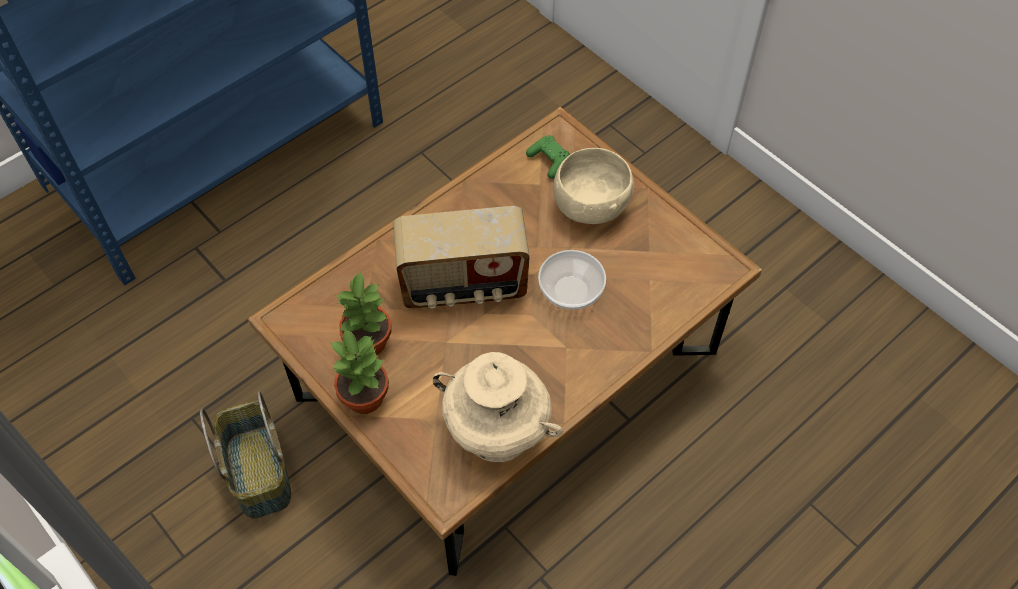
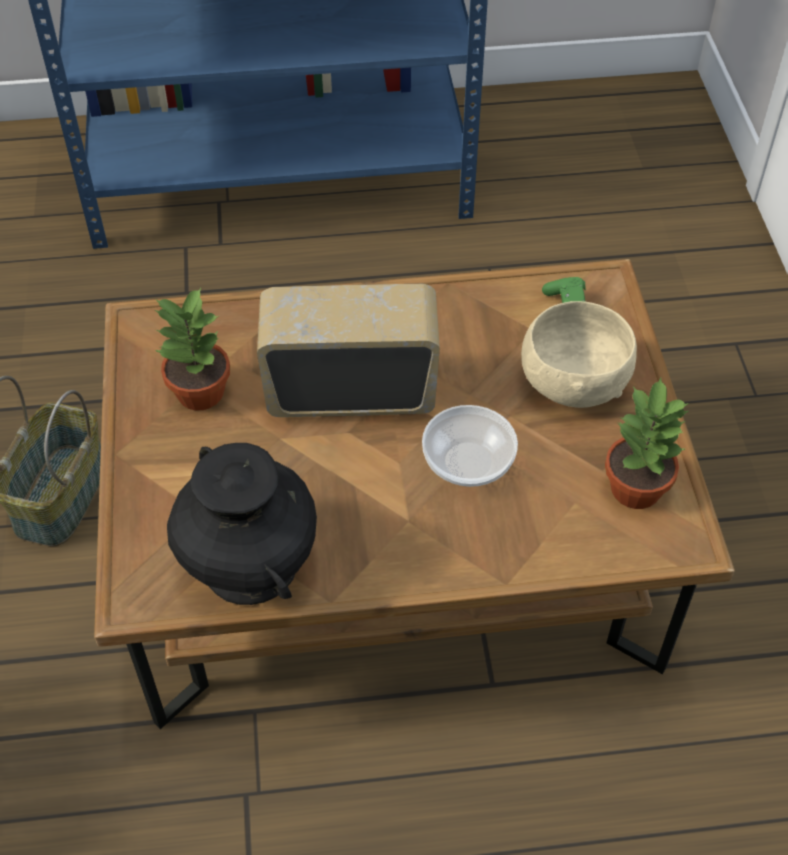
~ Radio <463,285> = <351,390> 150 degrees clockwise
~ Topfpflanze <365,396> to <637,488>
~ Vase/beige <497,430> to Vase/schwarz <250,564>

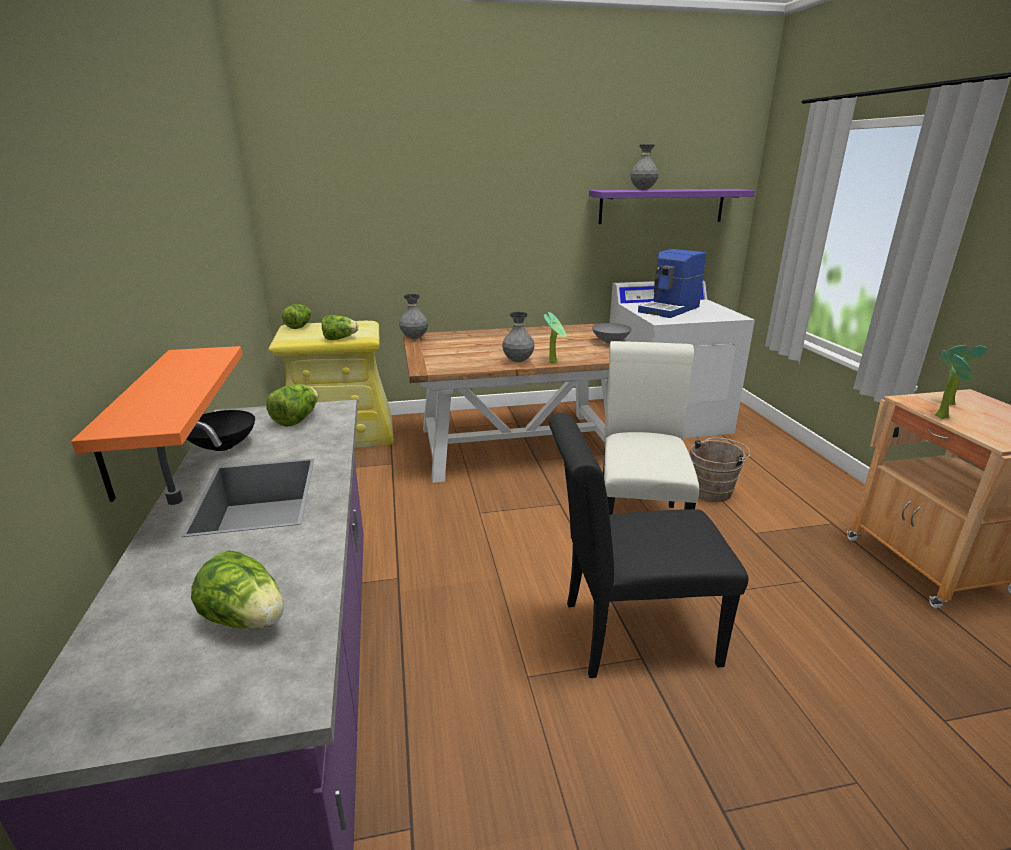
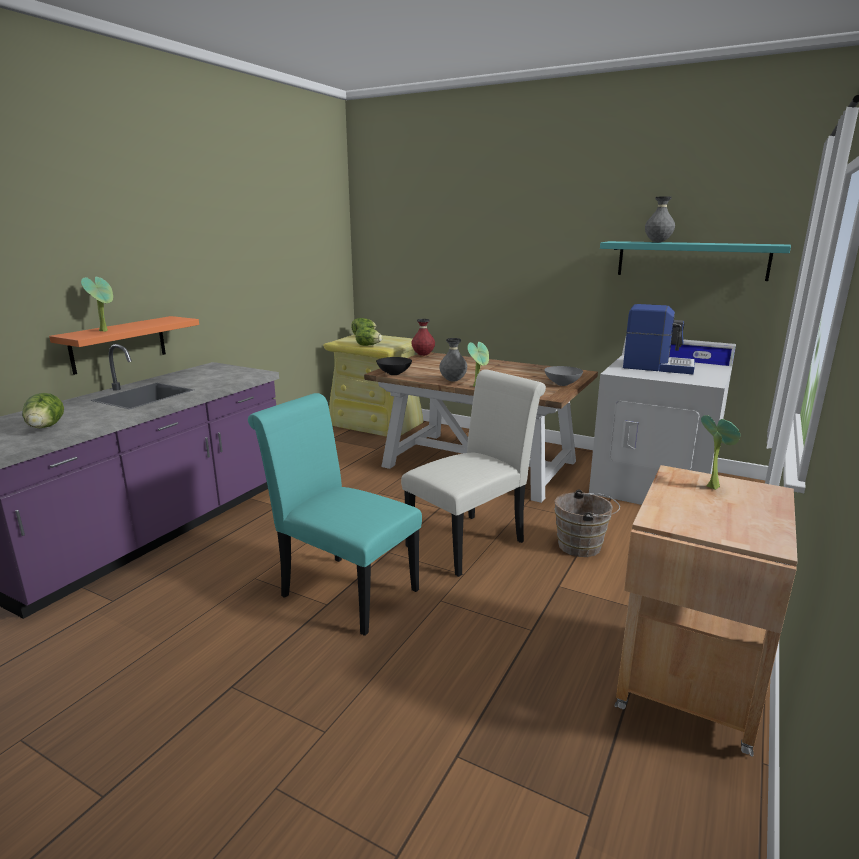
~ Wandregal/lila <662,206> to Wandregal/türkis <691,260>
~ Kaffeemaschine <670,309> = <657,366> 150 degrees counterclockwise
~ Vase/grau <414,338> to Vase/rot <423,355>
~ Topfpflanze <941,416> to <106,331>
- Salatkopf <296,420>
~ Schüssel/schwarz <222,446> to <394,373>
~ Stuhl/schwarz <628,634> to Stuhl/türkis <342,590>

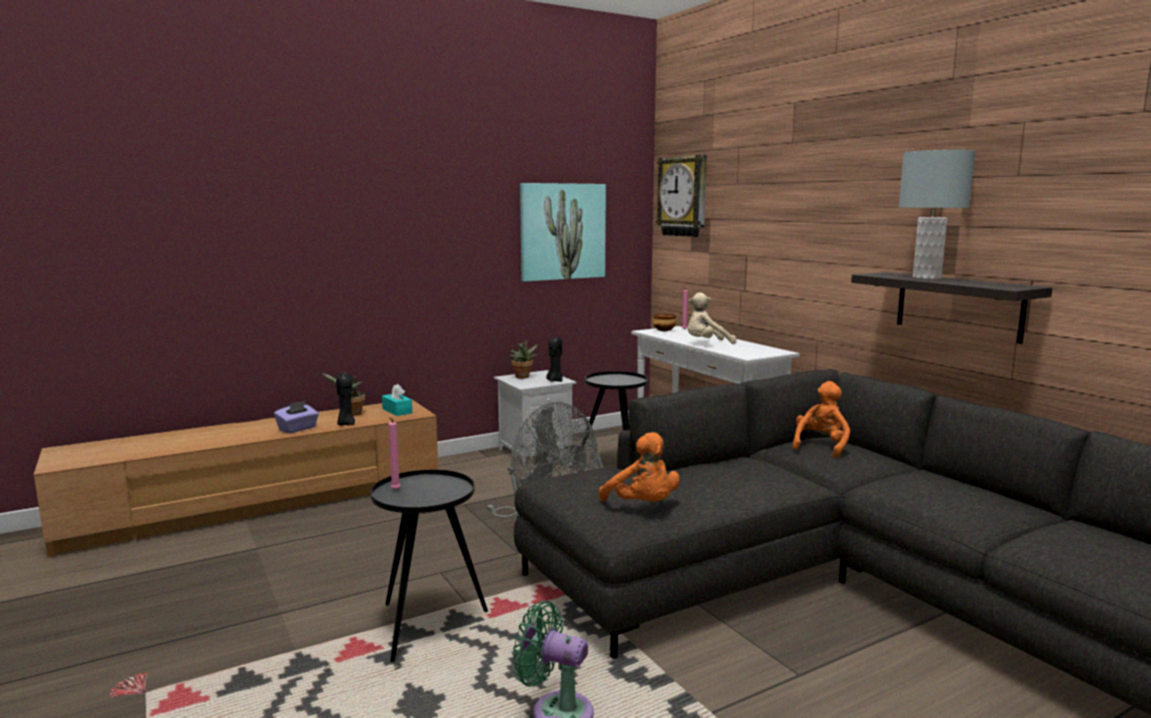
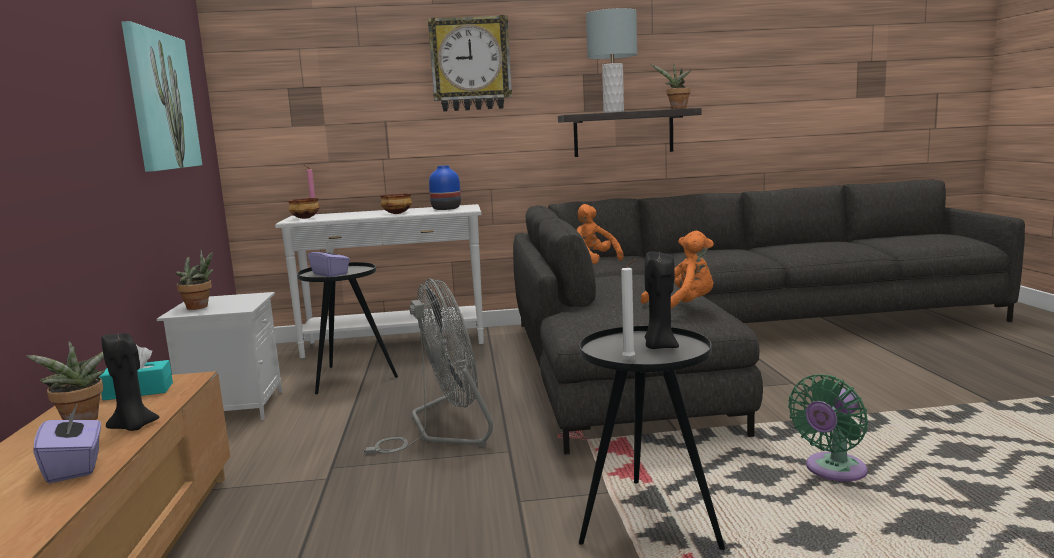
~ Wanduhr <683,196> to <470,64>
~ Plüschtier/beige <707,344> to Schüssel <396,213>
~ Kerze/schwarz <555,380> to <659,346>
~ Kerze/rosa <395,490> to Kerze/weiß <630,359>
+ Topfpflanze <676,108>
+ Vase/blau <446,208>
+ Taschentuchbox/lila <330,274>

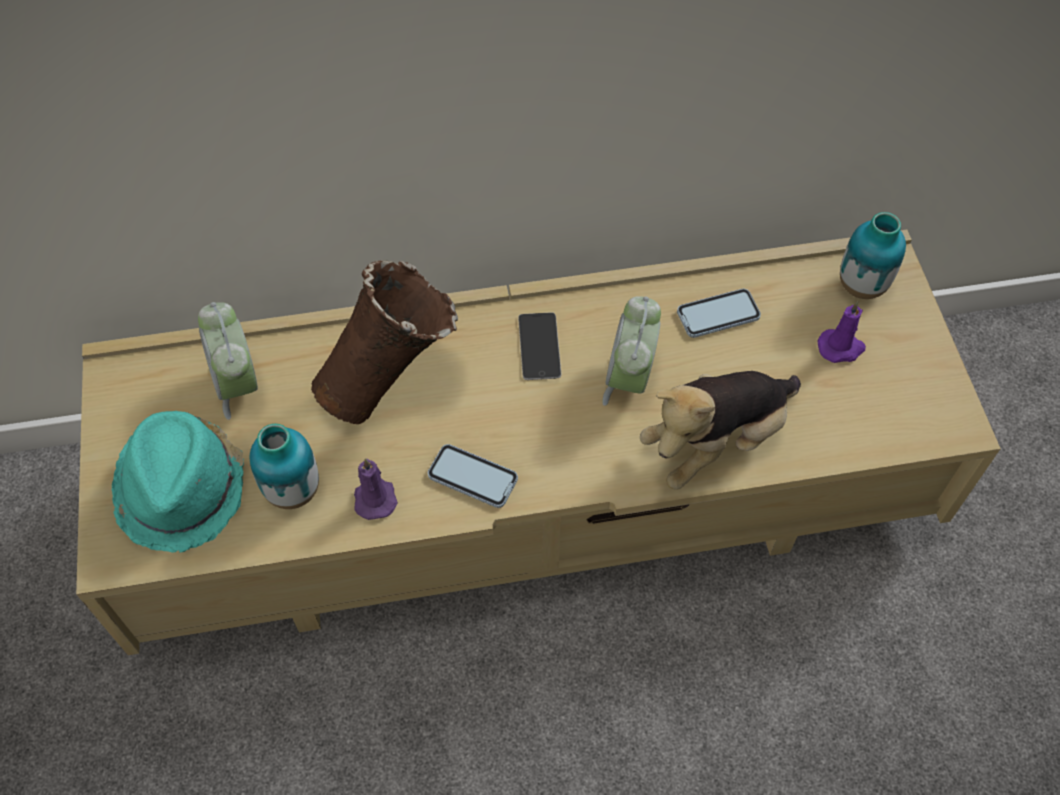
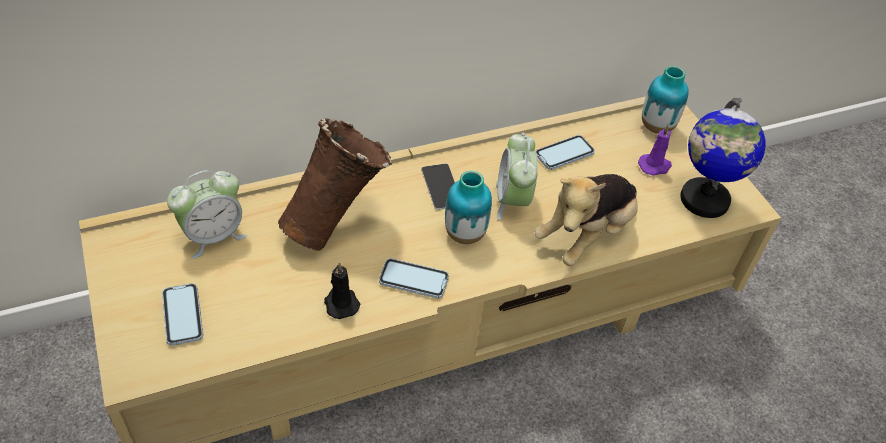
~ Wecker <238,384> = <213,236> 90 degrees counterclockwise
~ Hut/türkis <183,488> to Handy <182,315>
~ Vase <293,491> to <465,234>
~ Kerze/lila <375,497> to Kerze/schwarz <341,303>
+ Globus <703,200>

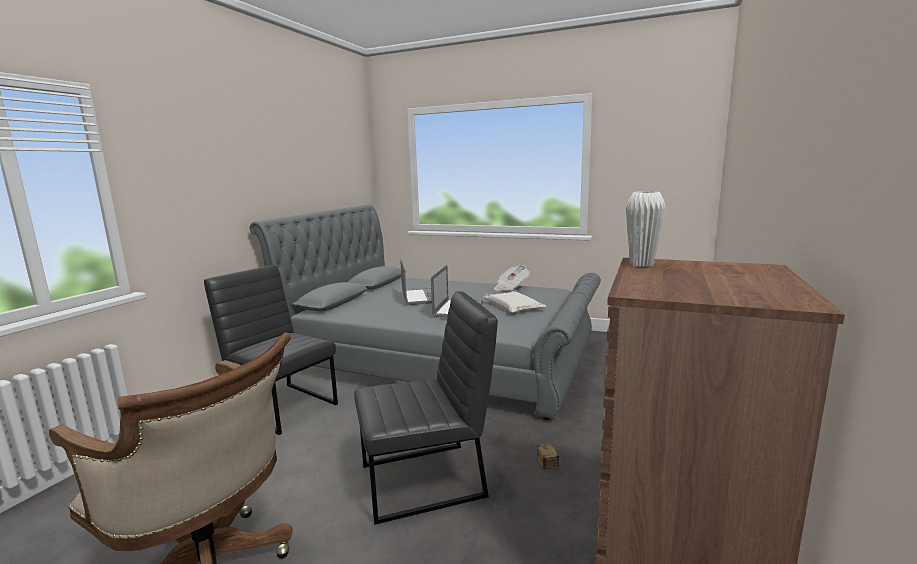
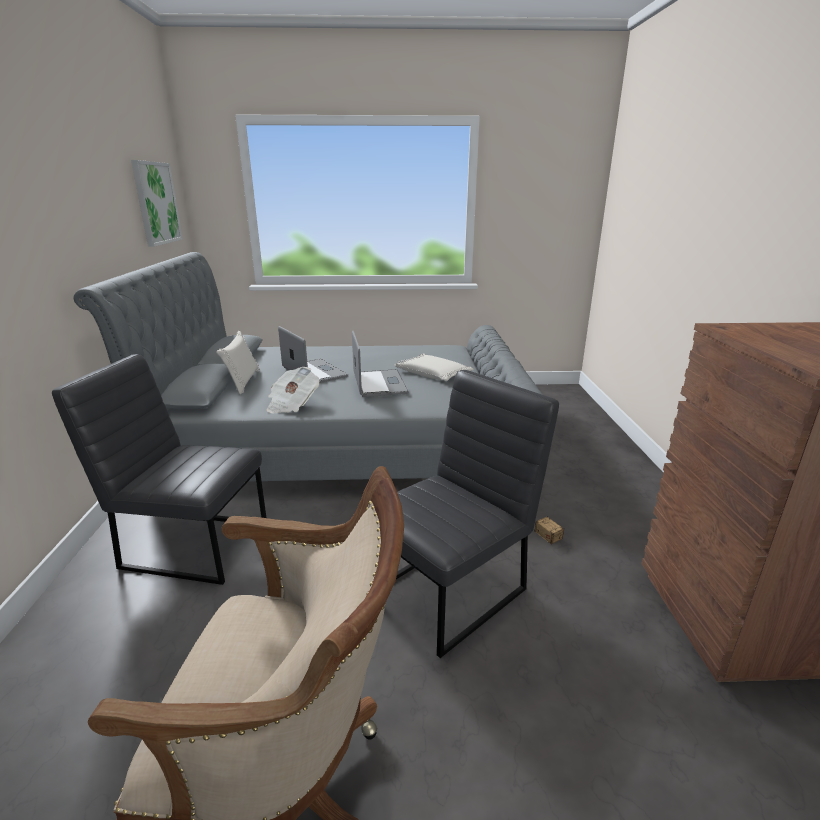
- Vase/weiß <641,264>
~ Zeitung <511,287> to <292,404>
+ Bild <156,203>
+ Kissen/weiß <243,381>

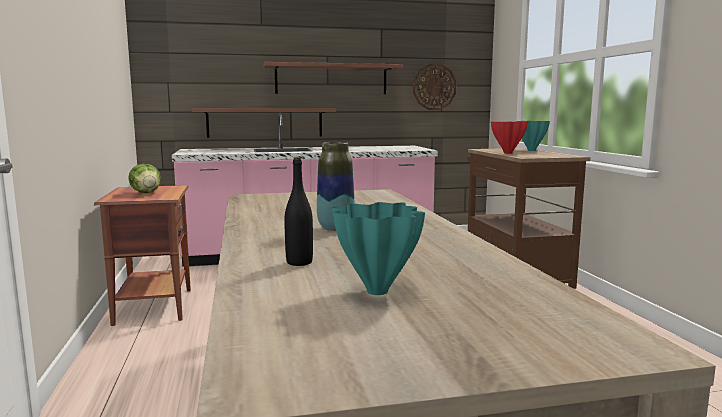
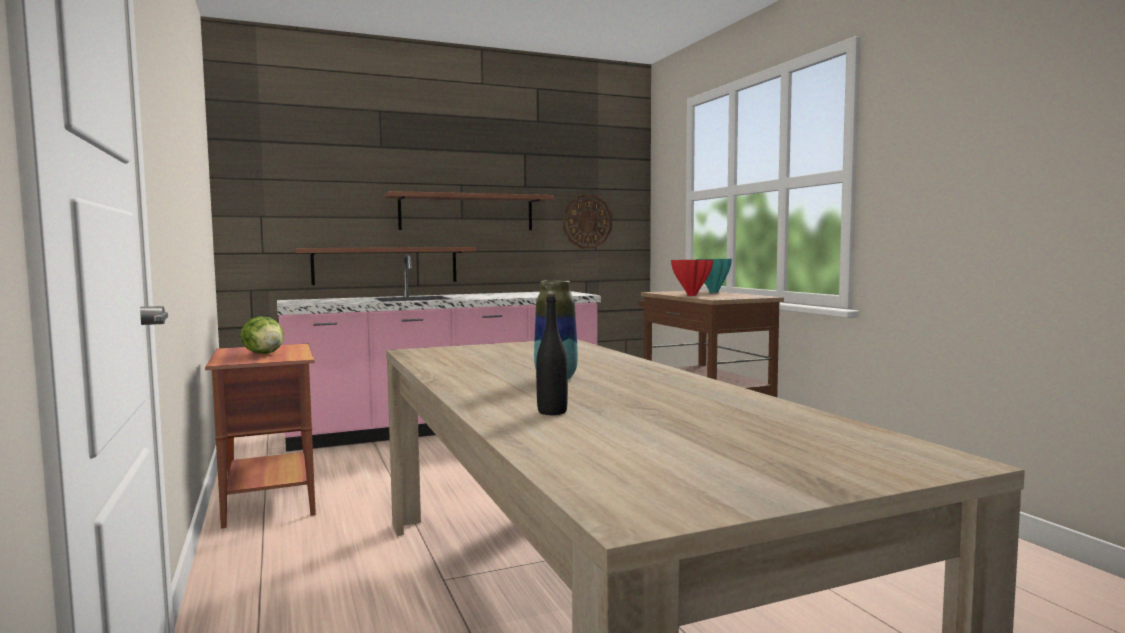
- Vase/türkis <376,292>

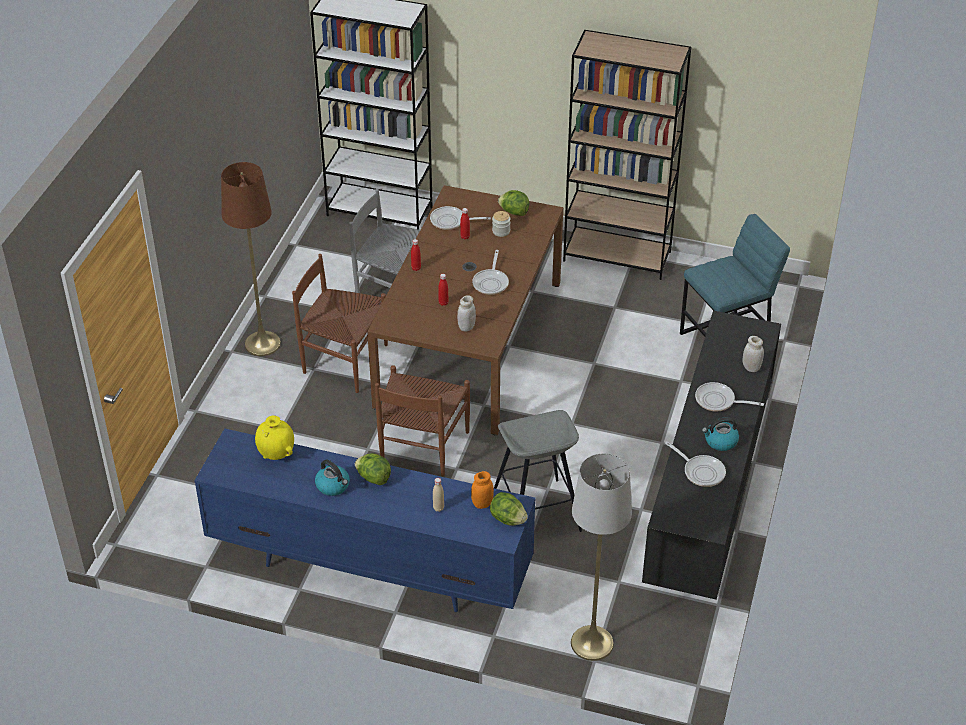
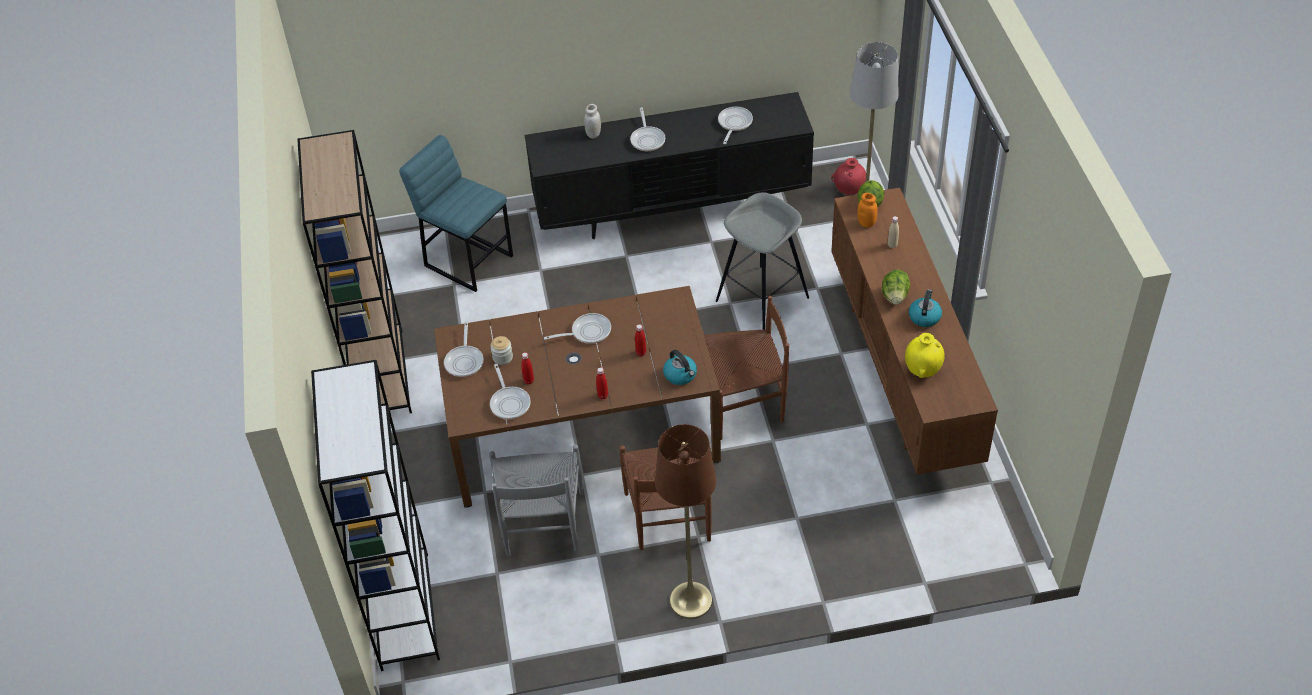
~ Salatkopf <514,212> to Pfanne <465,361>
- Vorratsglas/weiß <466,327>
~ Wasserkessel <720,441> to <680,375>
~ Schrank/blau <368,569> to Schrank/braun <903,374>
+ Vase/rot <849,191>

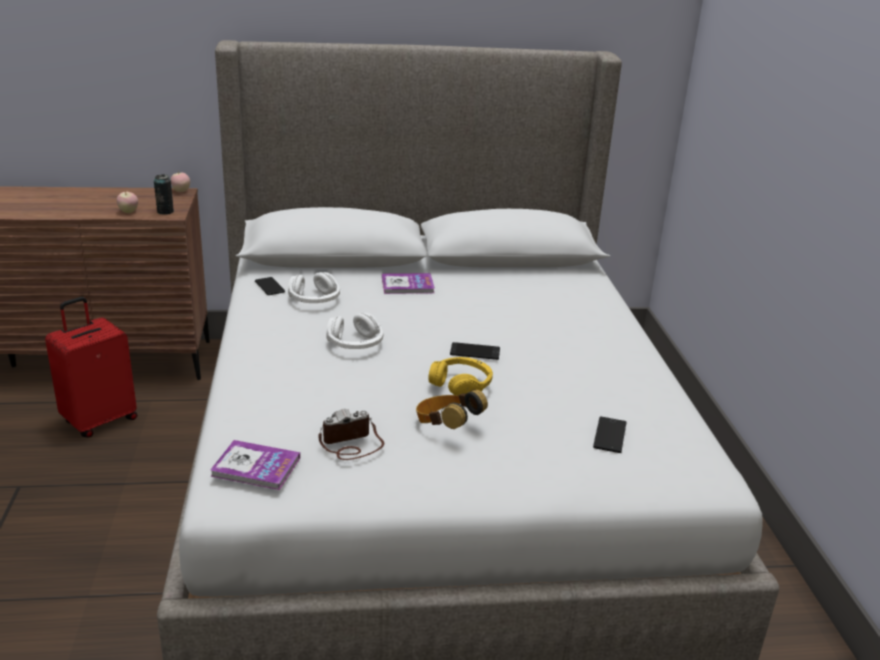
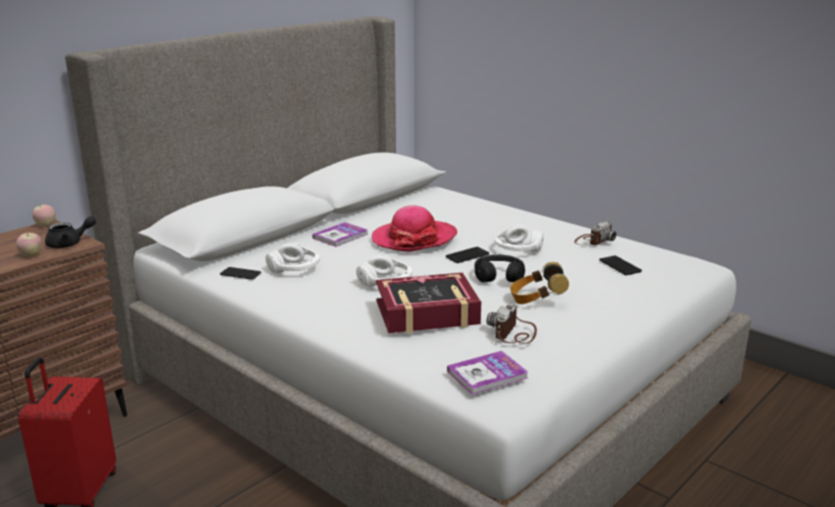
~ Dose <165,212> to Teekanne/schwarz <69,244>
~ Kopfhörer/gelb <461,385> to Kopfhörer/schwarz <499,276>
+ Hut <414,239>
+ Kamera <593,241>
+ Kopfhörer/weiß <517,249>
+ Buch <427,313>

